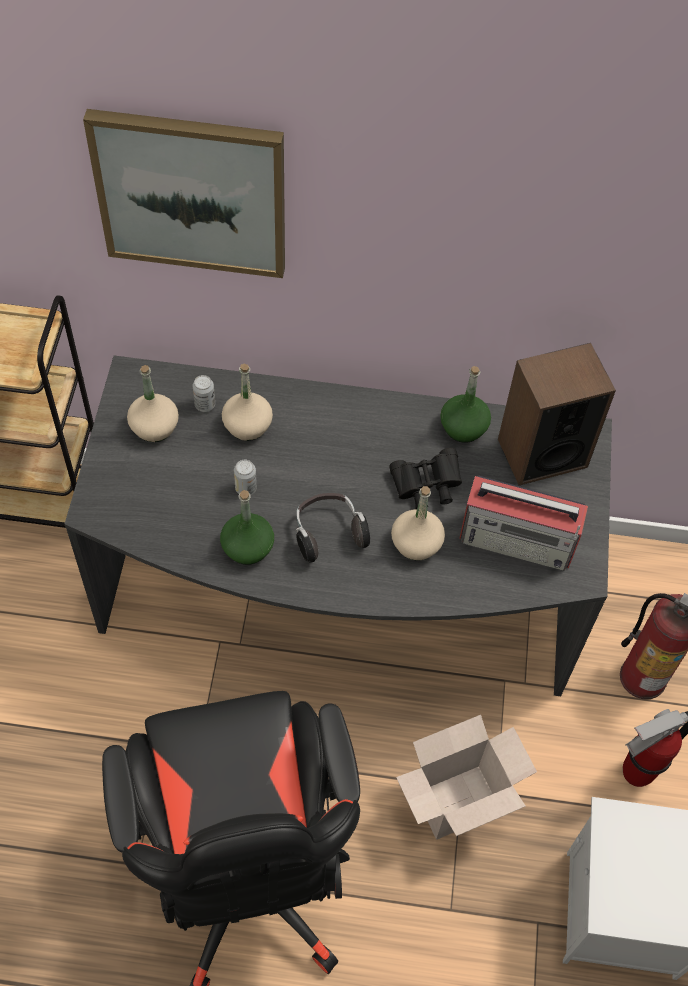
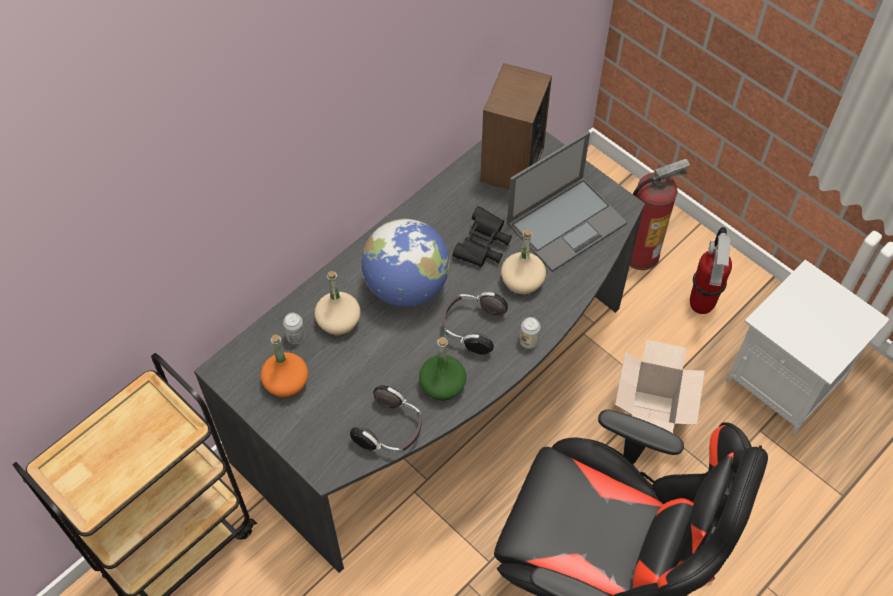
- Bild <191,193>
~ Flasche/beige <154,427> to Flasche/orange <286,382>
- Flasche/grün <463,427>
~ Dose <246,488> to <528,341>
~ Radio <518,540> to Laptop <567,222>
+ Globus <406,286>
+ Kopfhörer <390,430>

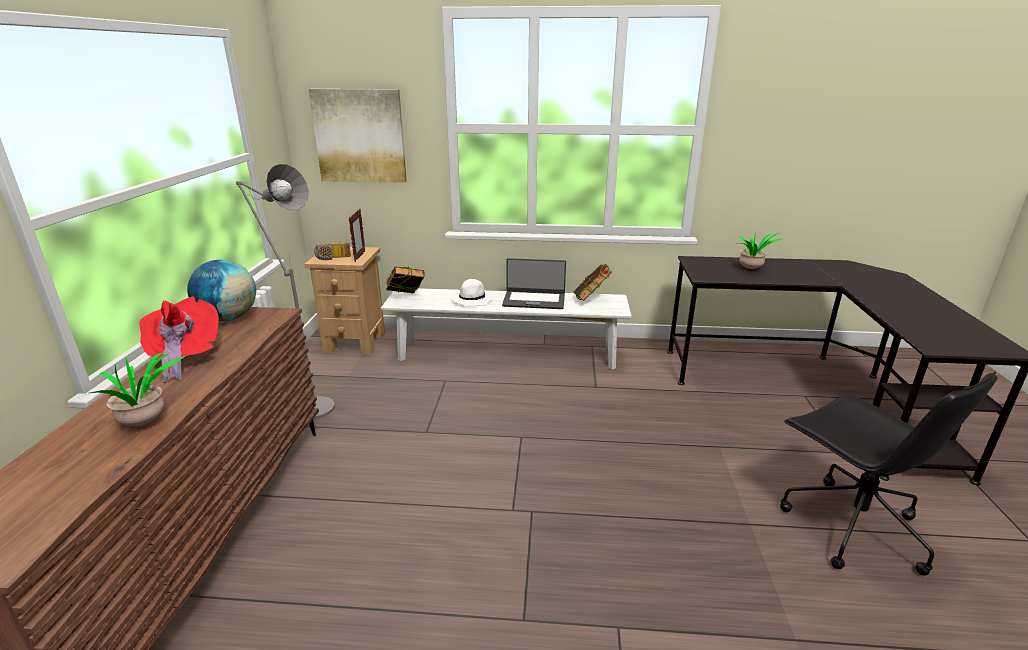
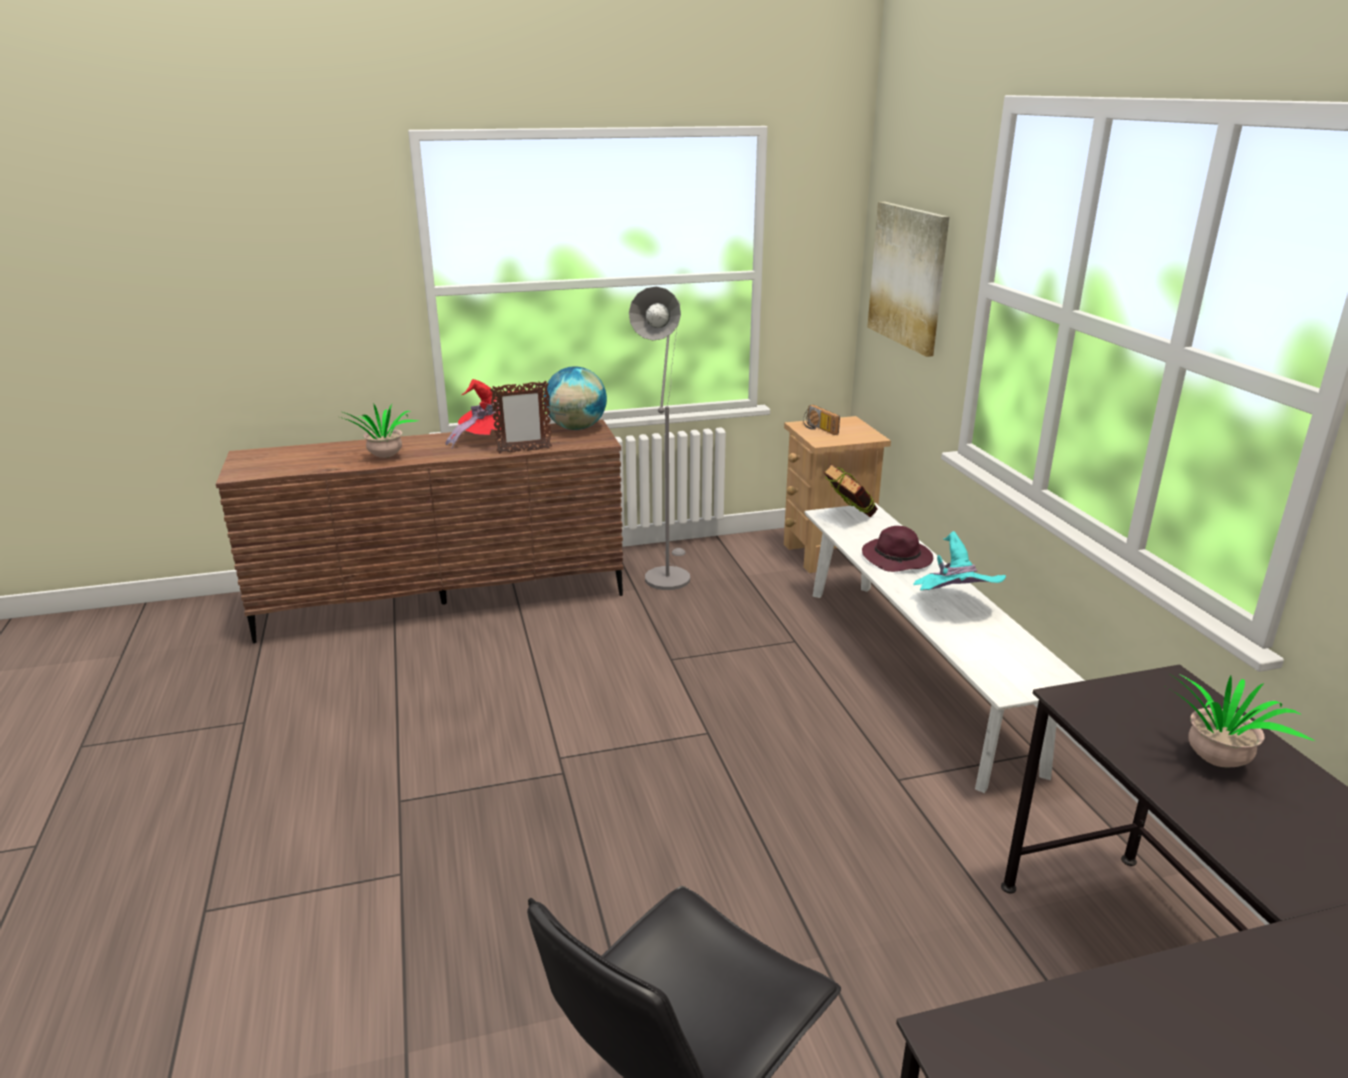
~ Bilderrahmen <359,257> to <523,451>
~ Laptop <534,300> to Hut/türkis <953,605>
- Buch <591,300>
~ Hut/weiß <472,299> to Hut/lila <898,559>

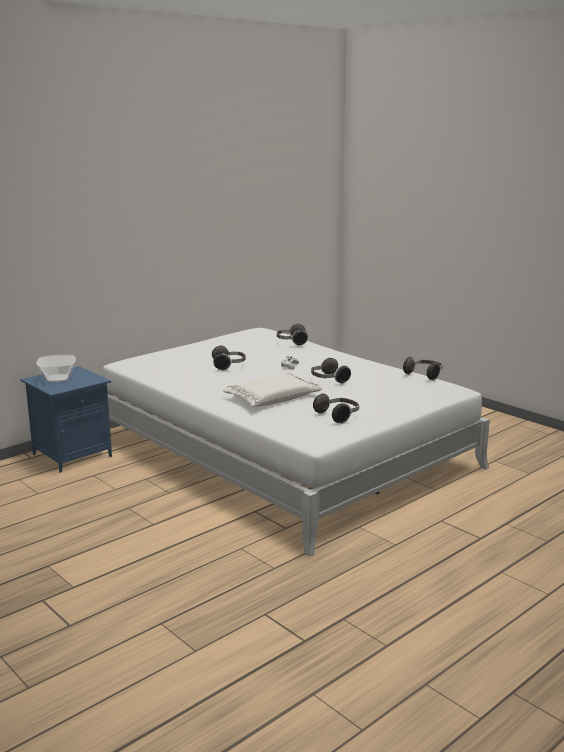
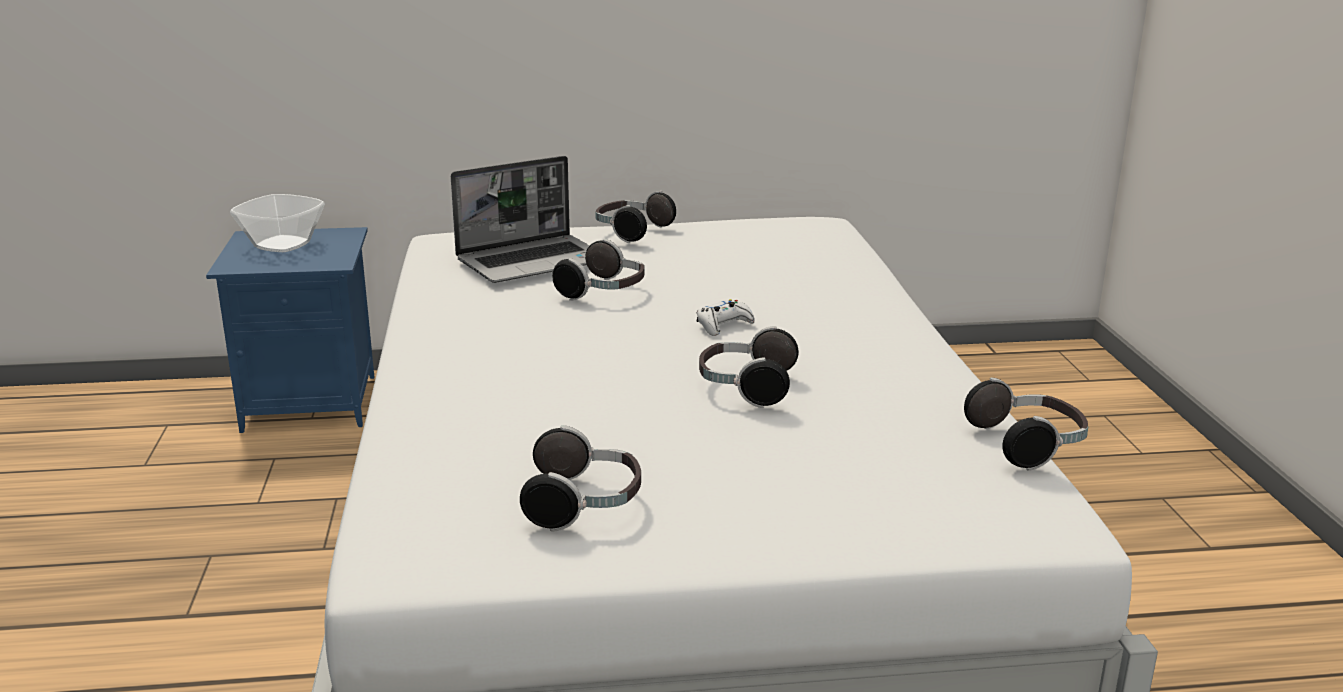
~ Kopfhörer <291,342> to <631,232>
- Kissen/weiß <273,396>
+ Laptop <533,261>

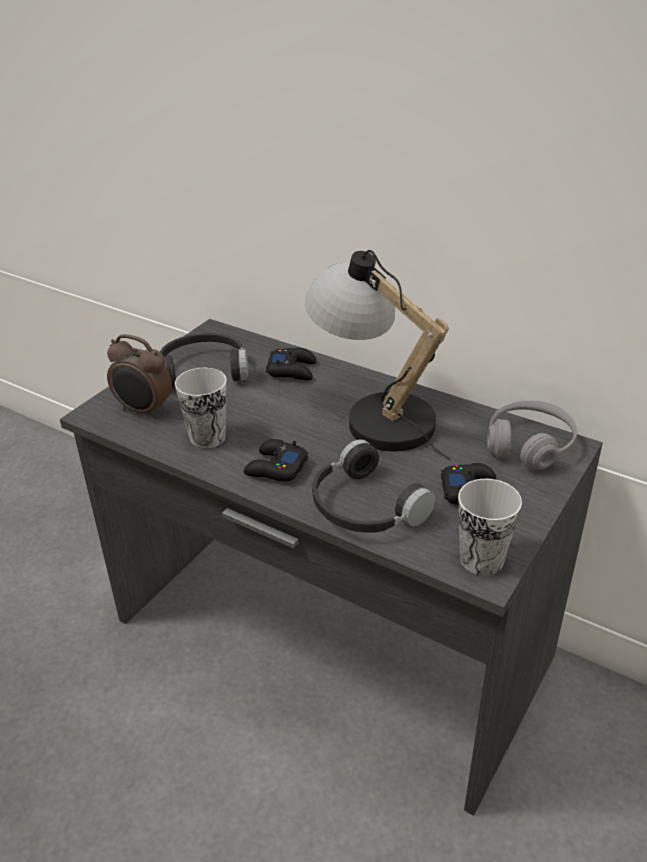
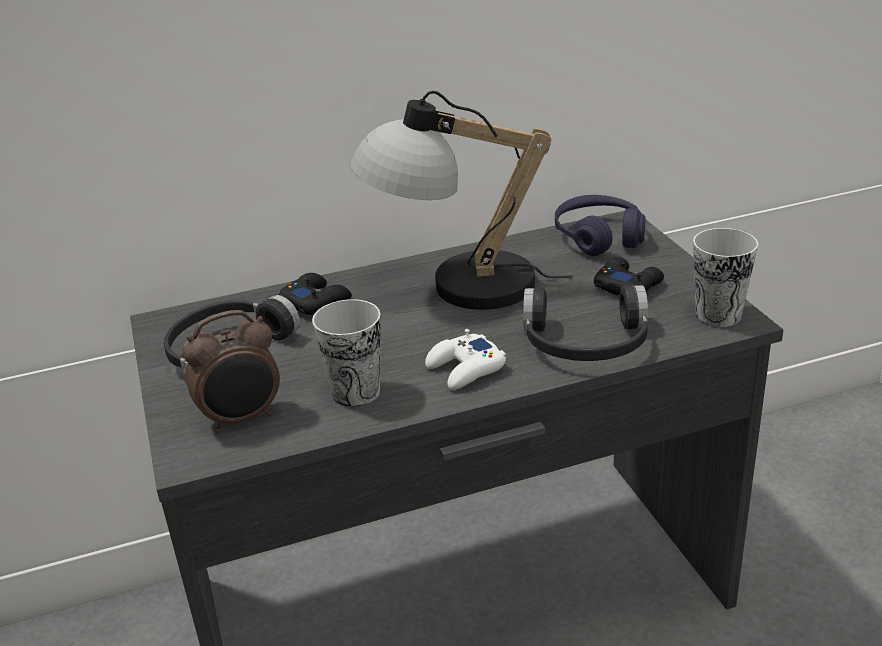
~ Kopfhörer/grau <529,445> to Kopfhörer/lila <599,237>
~ Gamepad/schwarz <275,468> to Gamepad/weiß <465,369>

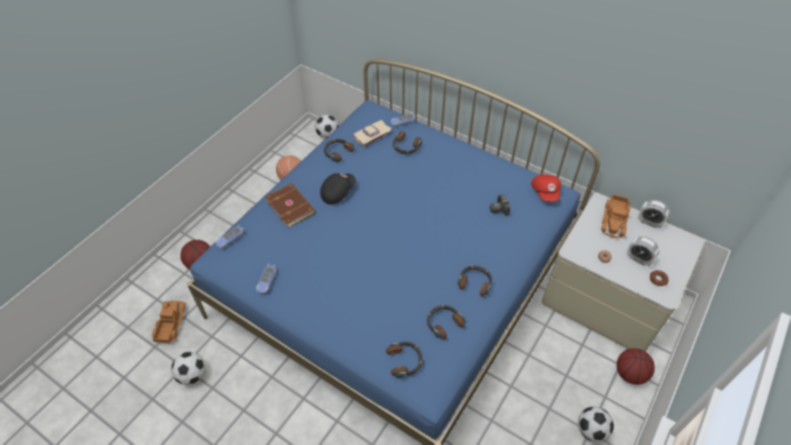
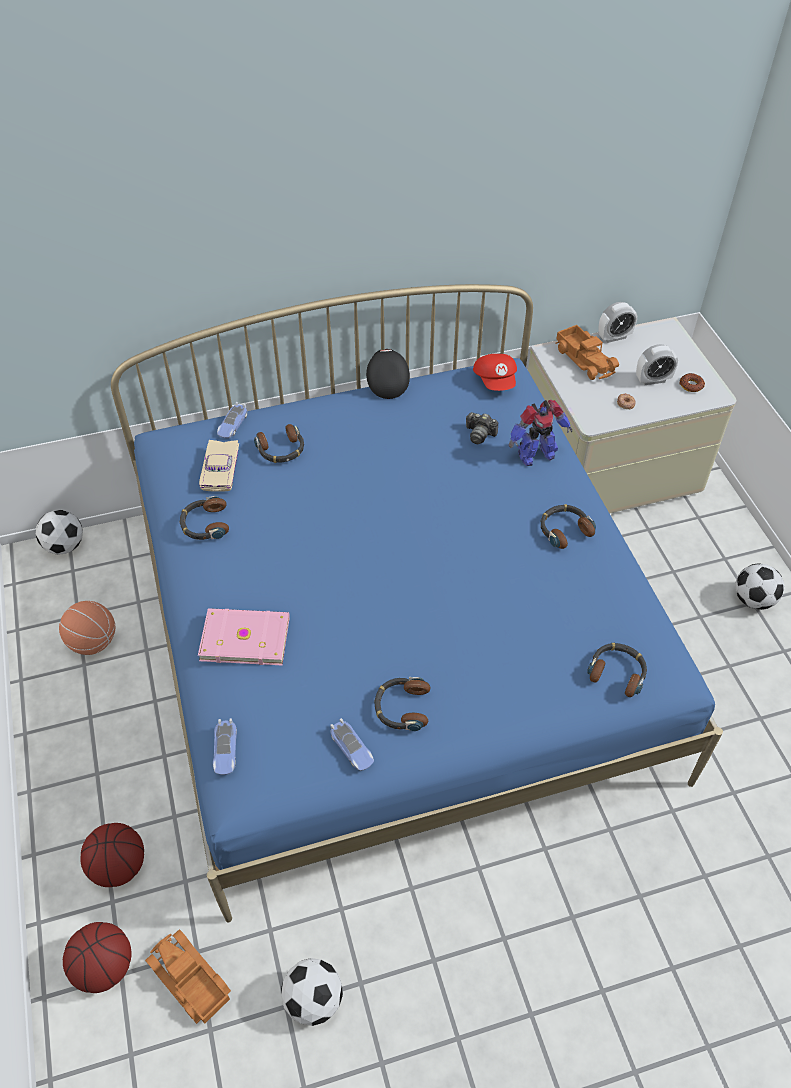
~ Kappe/schwarz <338,192> to <386,380>
~ Kappe/rot <545,192> = <496,381> 45 degrees clockwise
~ Buch/braun <291,206> to Buch/rosa <244,637>
~ Kopfhörer <443,323> to <401,707>
~ Basketball <629,373> to <104,966>
+ Spielzeugroboter <535,455>

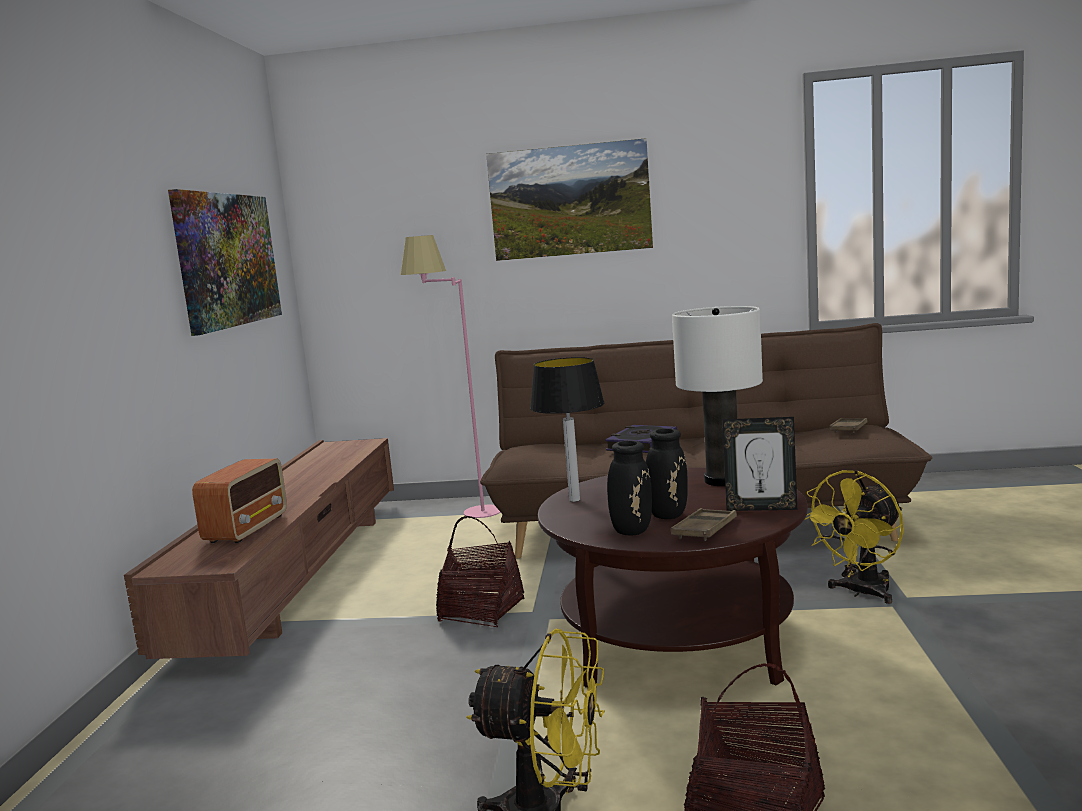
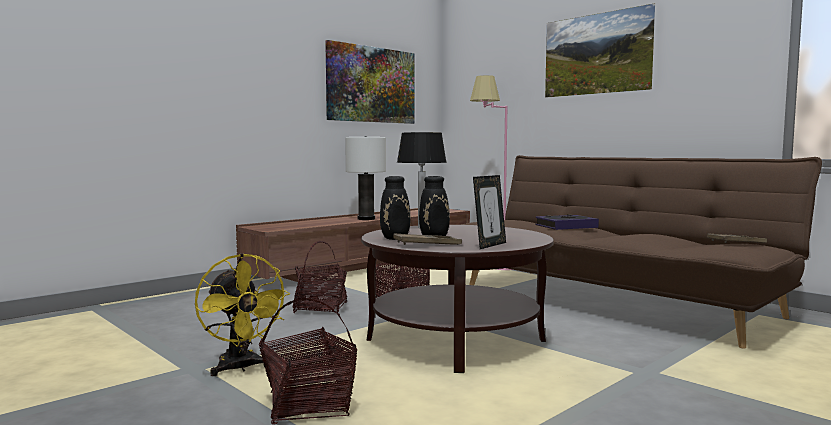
~ Tischlampe/weiß <722,481> to <366,219>
~ Bilderrahmen <761,508> = <489,245> 105 degrees counterclockwise
- Radio <247,528>
- Ventilator/gelb <861,592>
+ Korb <321,308>

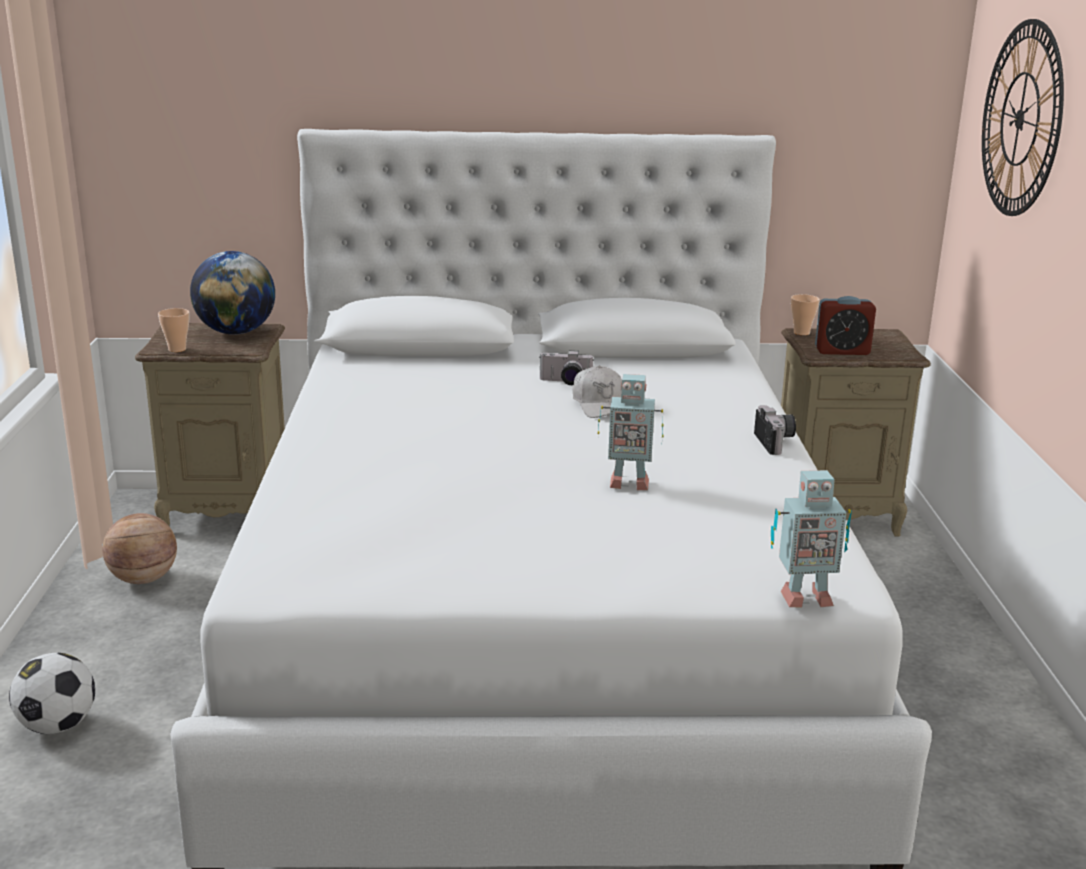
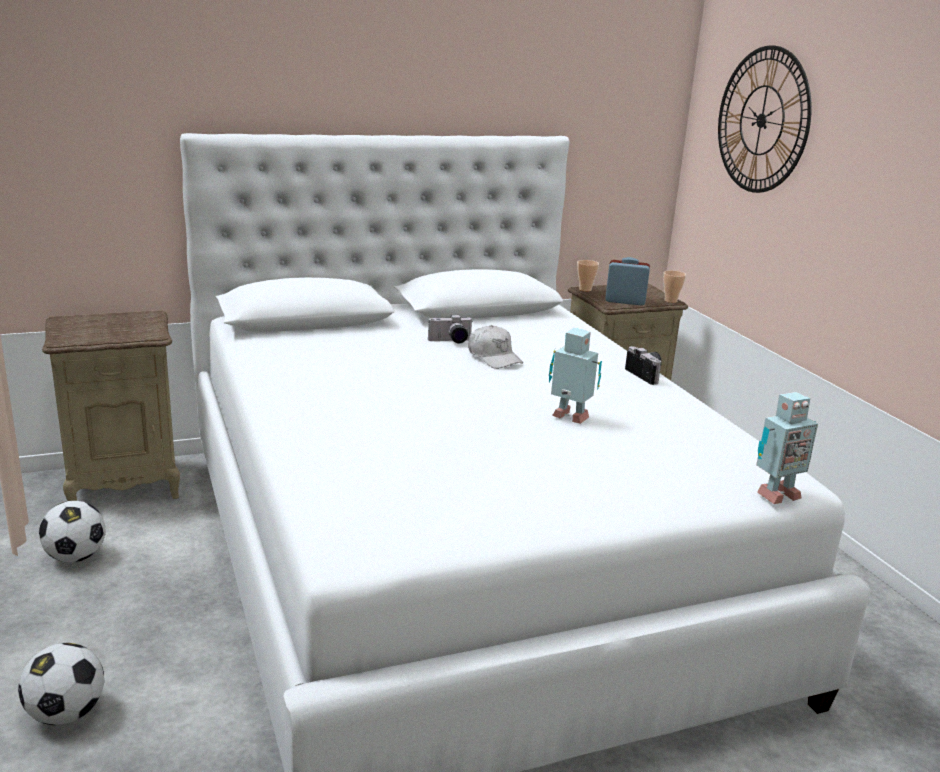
- Globus <236,332>
~ Wecker <842,351> = <625,301> 150 degrees counterclockwise
~ Tasse <177,349> to <670,300>
~ Spielzeugroboter <628,483> = <570,419> 135 degrees counterclockwise
~ Basketball <143,579> to Fußball <76,557>

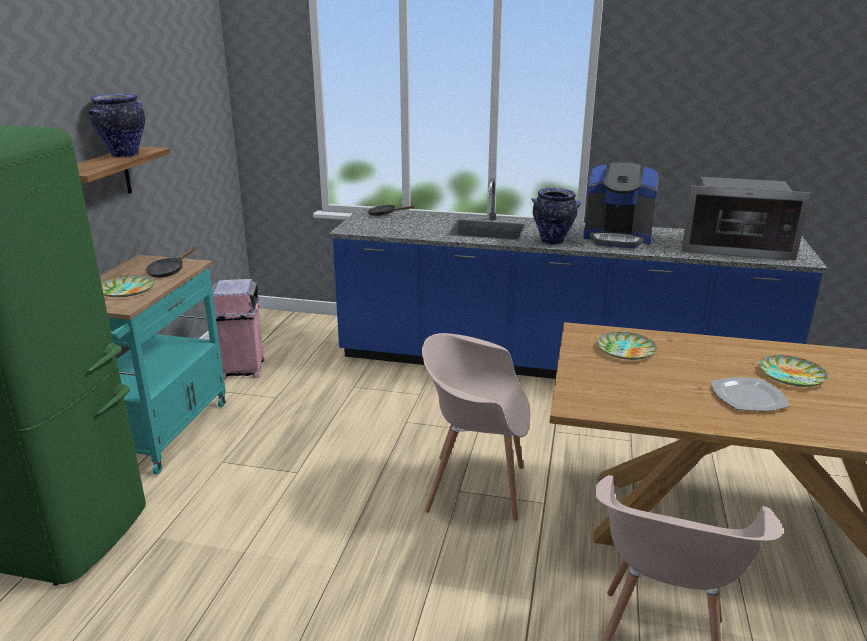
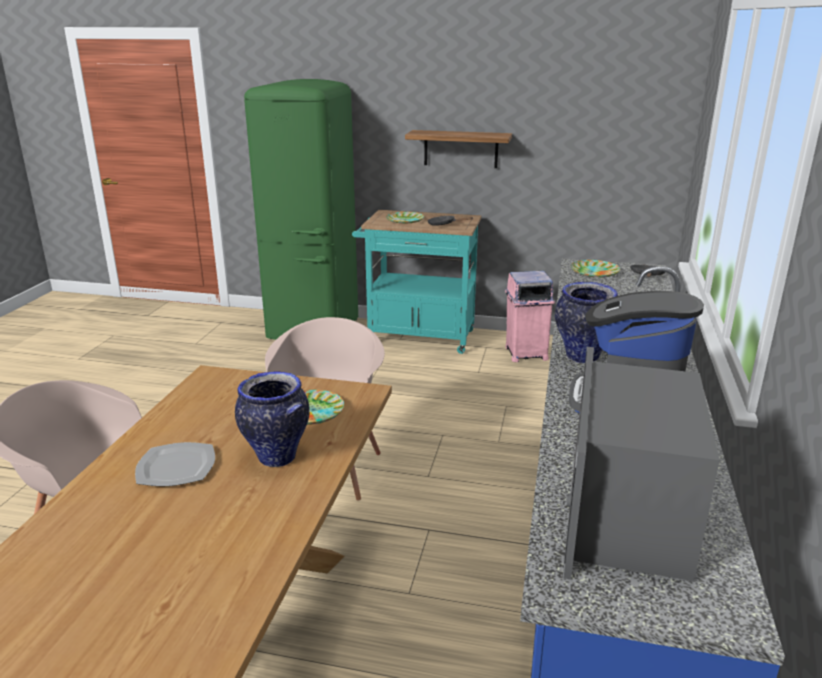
~ Vase <124,155> to <276,457>
~ Teller <791,375> to <594,272>

